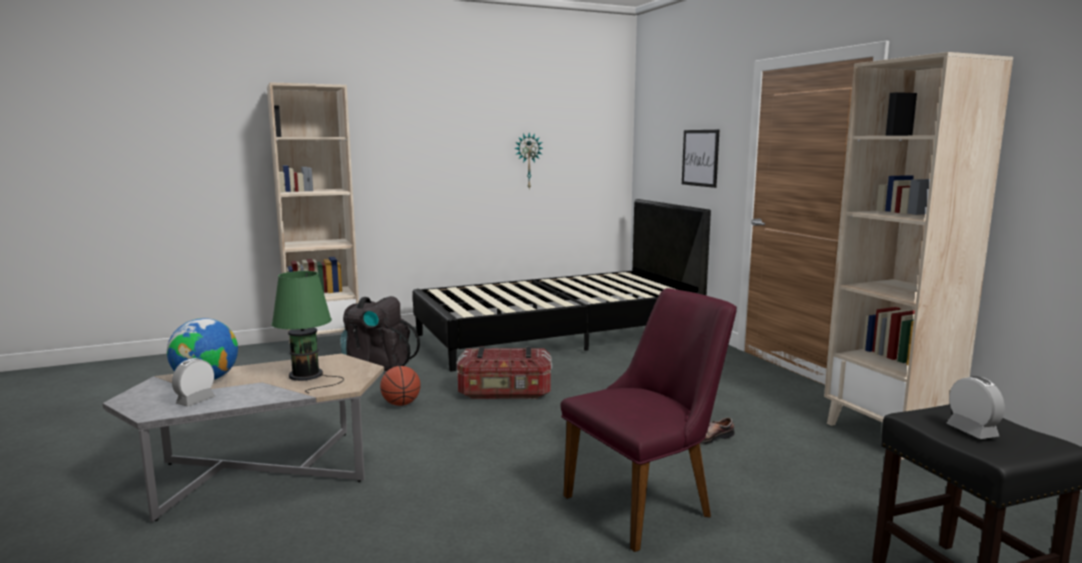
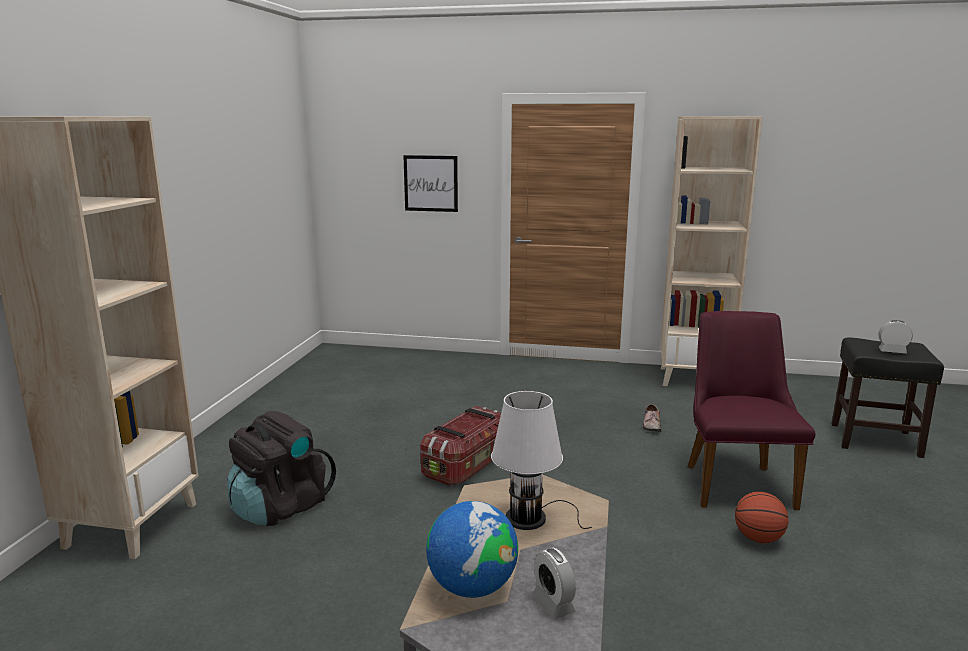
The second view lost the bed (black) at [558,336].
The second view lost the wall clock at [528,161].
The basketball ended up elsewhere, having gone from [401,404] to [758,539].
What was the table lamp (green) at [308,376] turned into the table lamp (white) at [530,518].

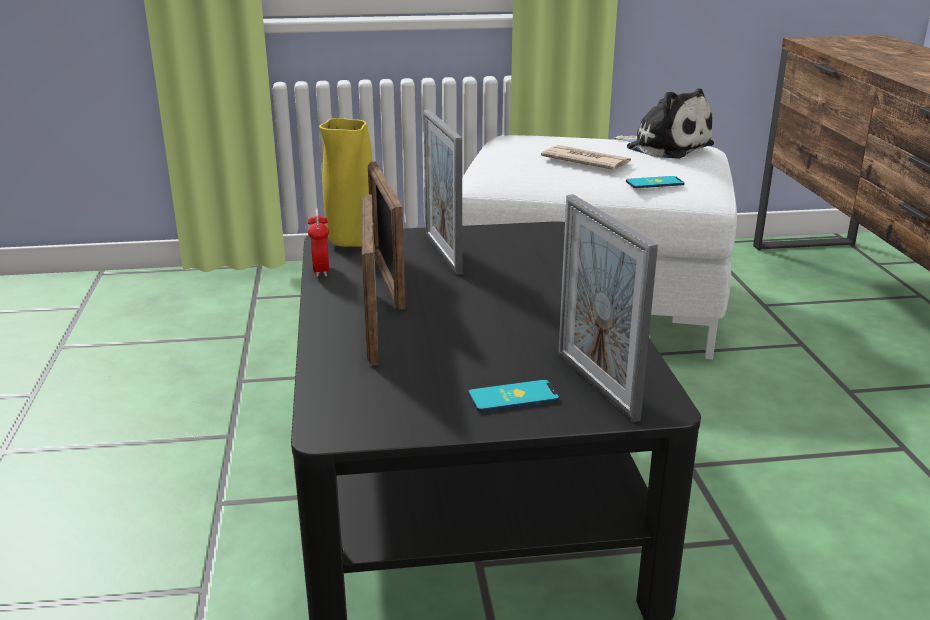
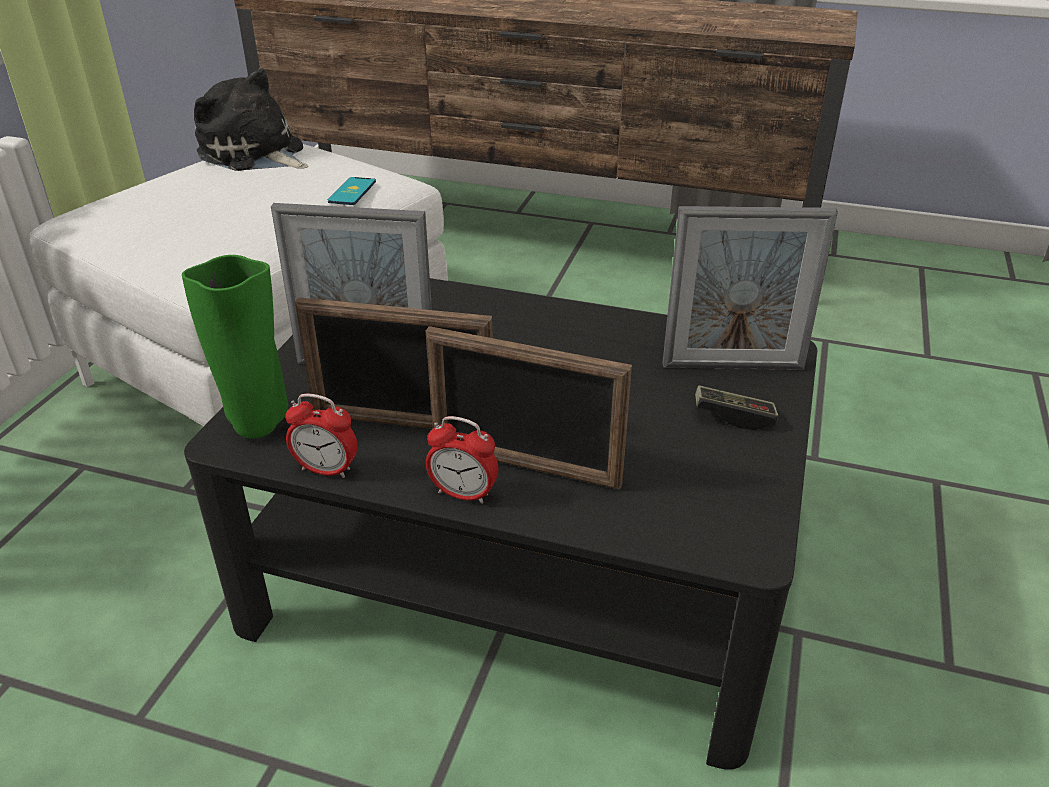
The second view lost the newspaper at [585,161].
The second view gained the alarm clock at [463,494].
Where the phone stood at [513,397], the game controller came to stand at [734,417].
What was the vase (yellow) at [350,242] turned into the vase (green) at [257,425].
The plush toy at [665,147] ended up facing another way, 120 degrees counterclockwise from before.

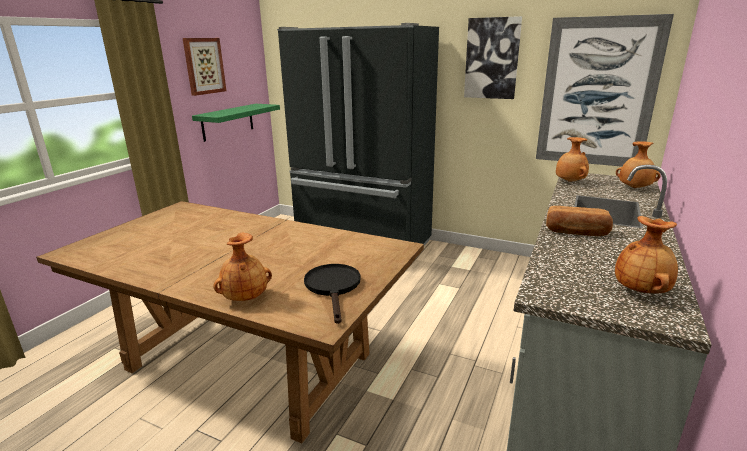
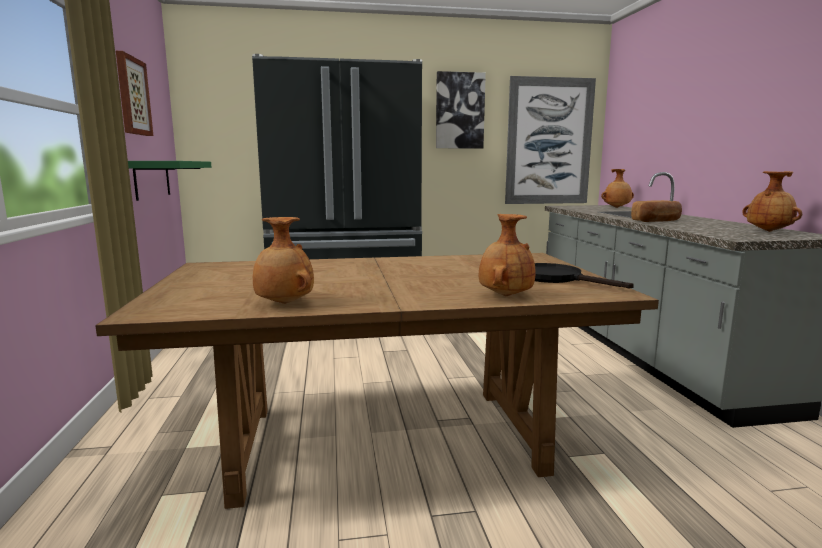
The vase (brown) ended up elsewhere, having gone from [569,181] to [284,303].

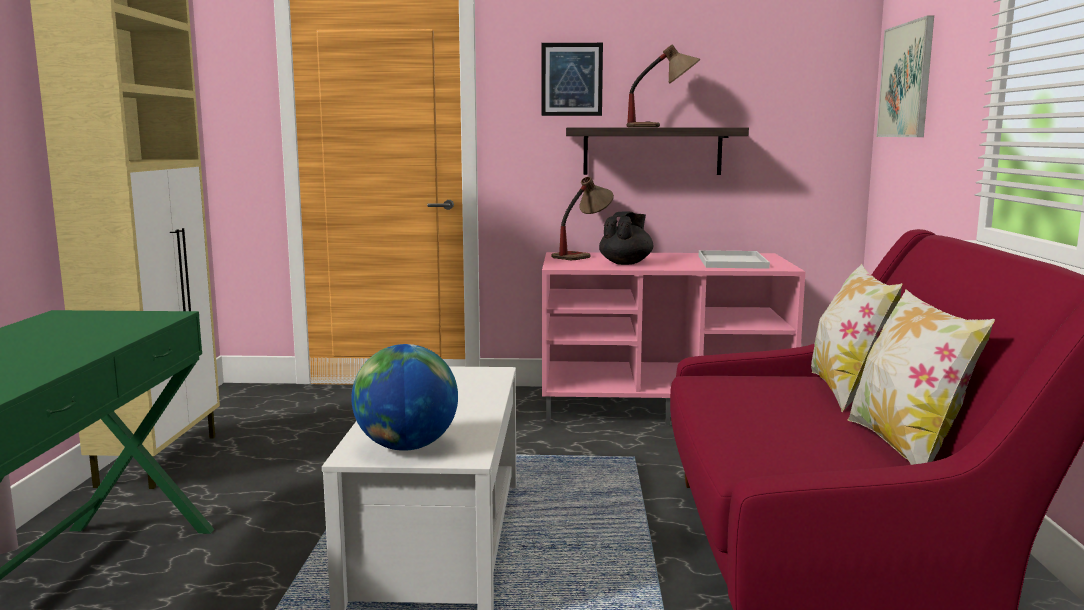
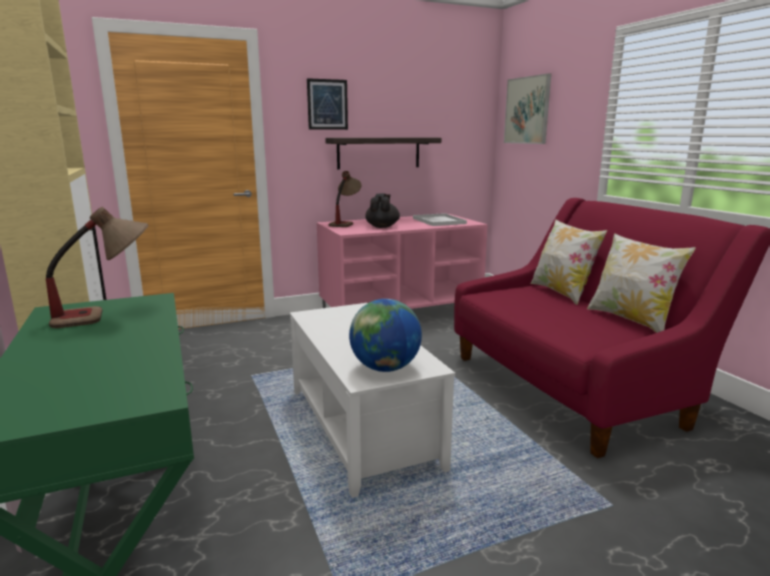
The table lamp ended up elsewhere, having gone from [662,127] to [107,316].

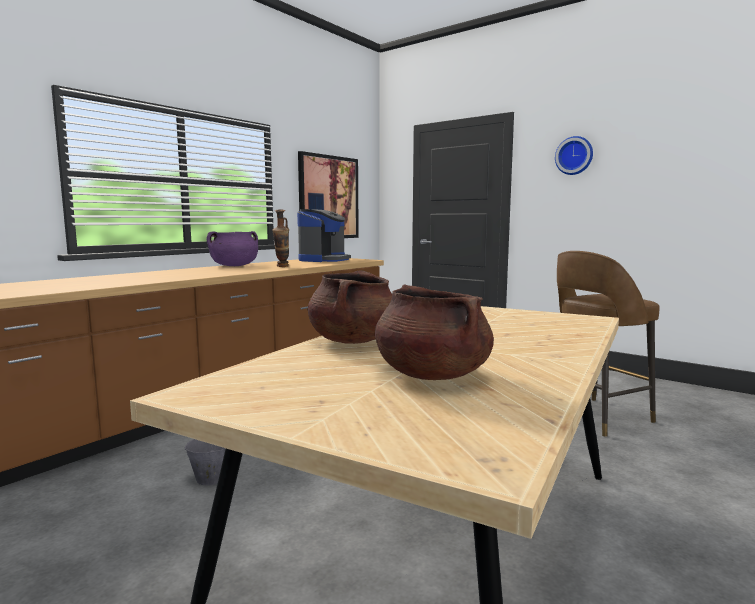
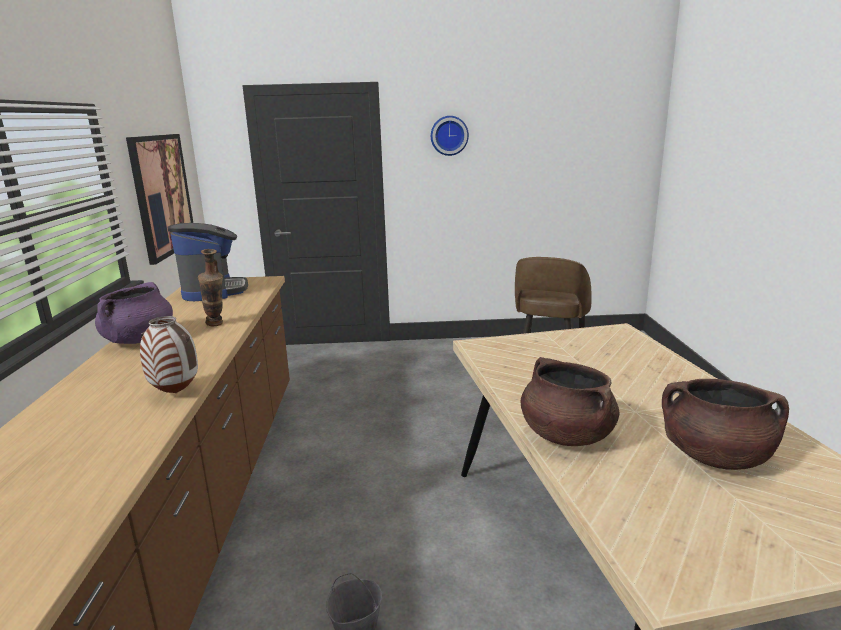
The second view gained the vase at [177,392].

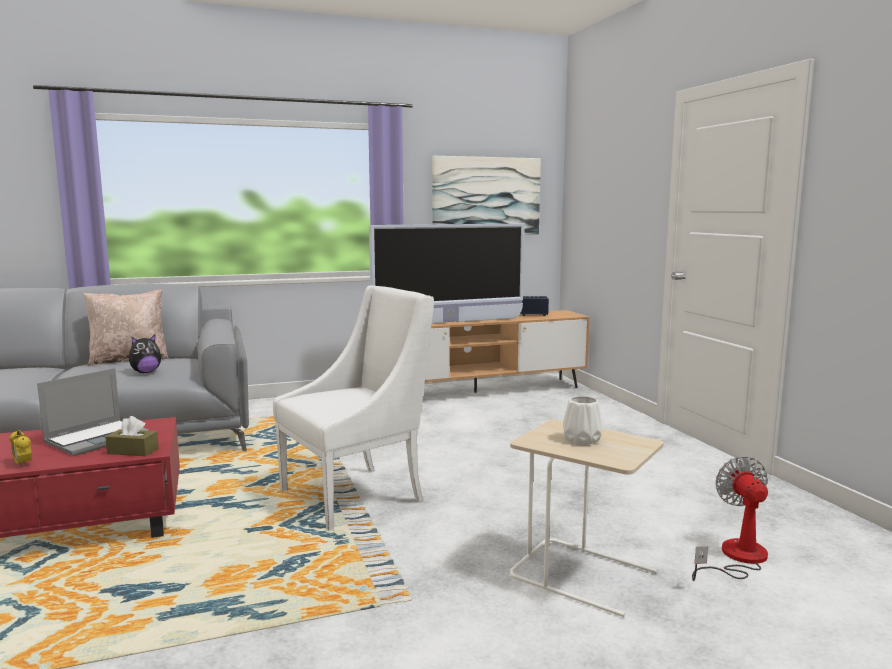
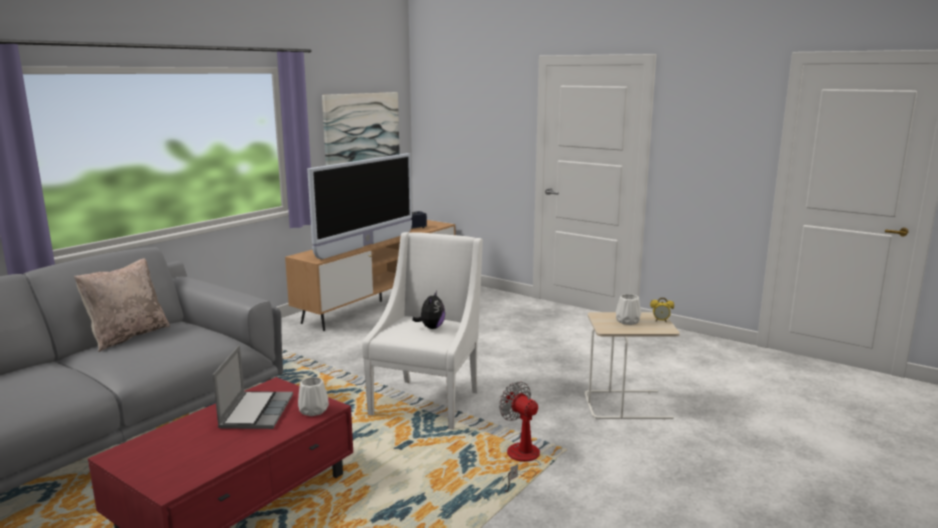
The alarm clock ended up elsewhere, having gone from [23,464] to [660,321].
The plush toy ended up elsewhere, having gone from [145,372] to [431,327].
The fan ended up elsewhere, having gone from [736,558] to [521,460].
Where the tissue box (brown) stood at [133,451], the vase (white) came to stand at [313,411].

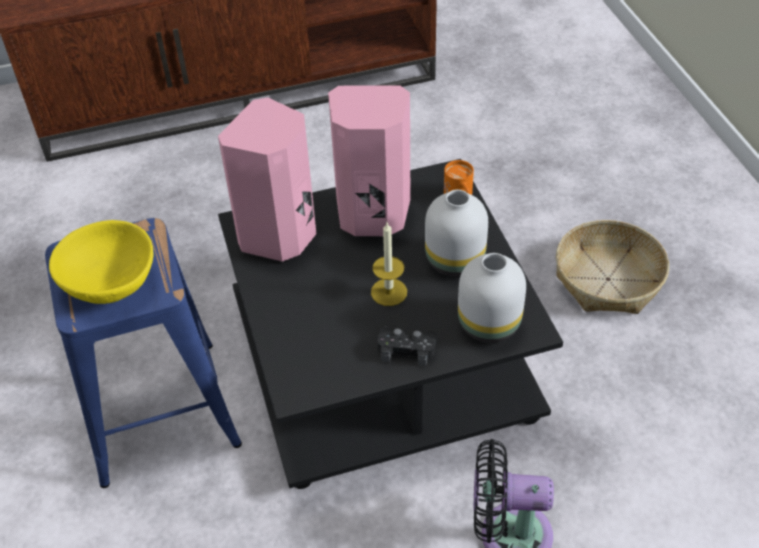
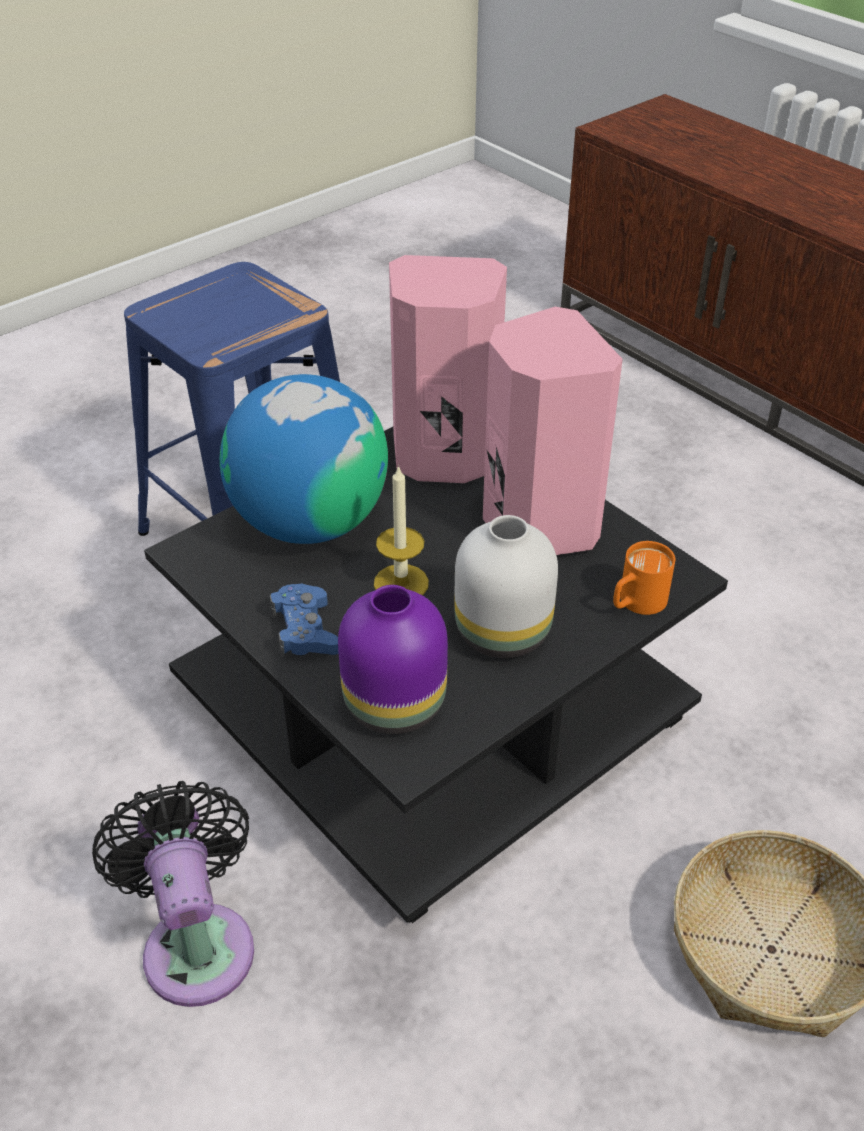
The second view lost the bowl (yellow) at [111,283].
The second view gained the globe at [310,522].
What was the game controller (black) at [406,349] turned into the game controller (blue) at [305,630].
What was the vase (white) at [487,325] turned into the vase (purple) at [392,704].

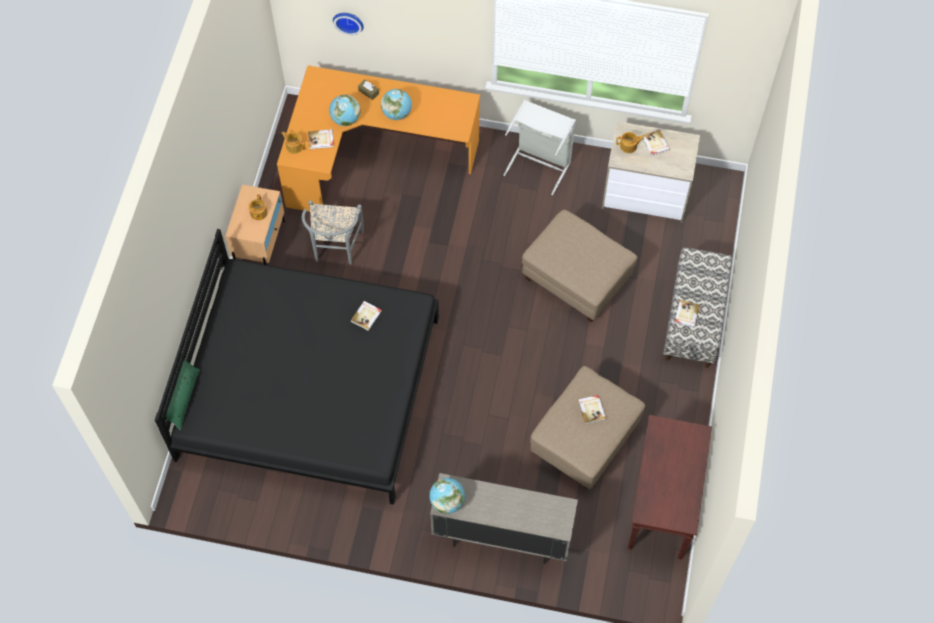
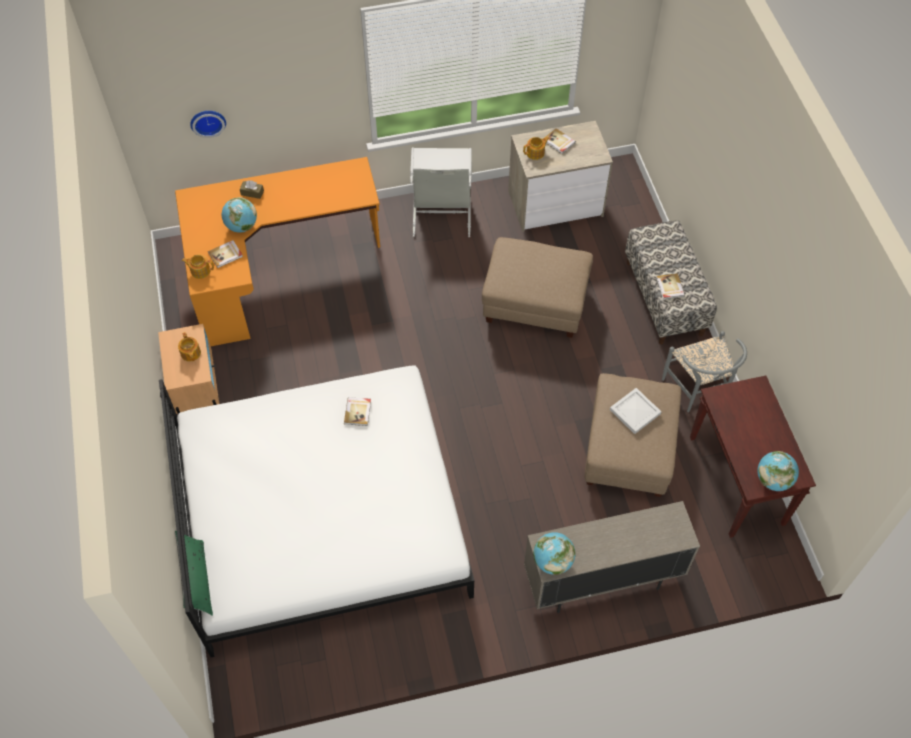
The chair (grey) ended up elsewhere, having gone from [335,249] to [698,392].
The globe ended up elsewhere, having gone from [397,113] to [773,480].
Where the book stood at [592,409], the tray (white) came to stand at [635,411].
What was the bed (black) at [309,386] turned into the bed (white) at [321,515].

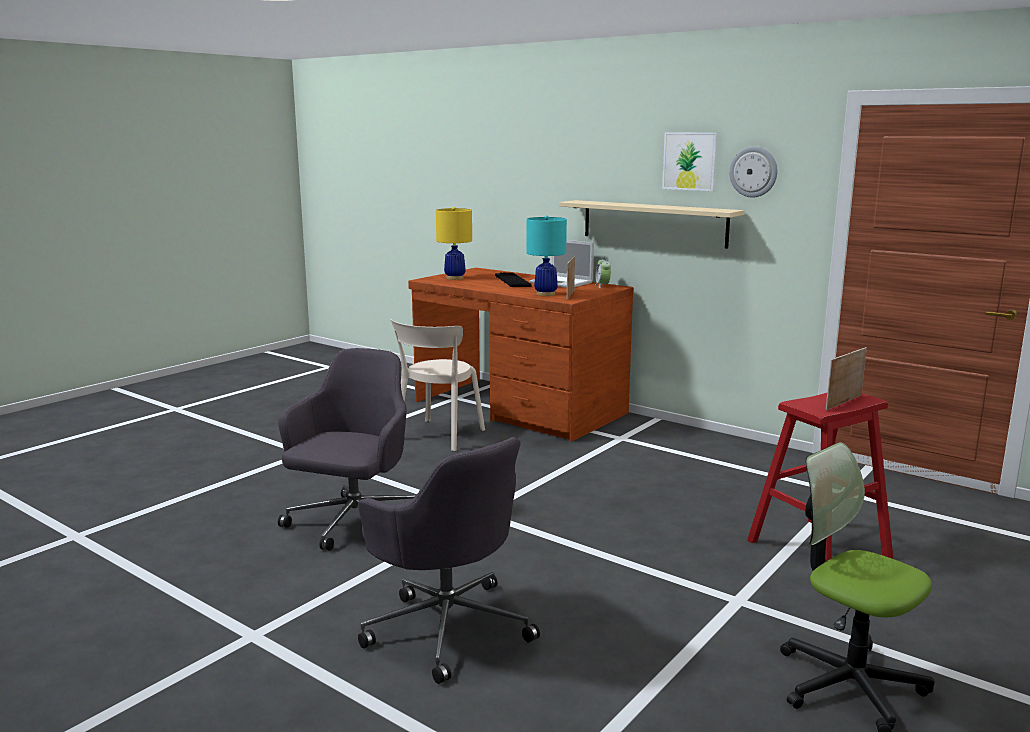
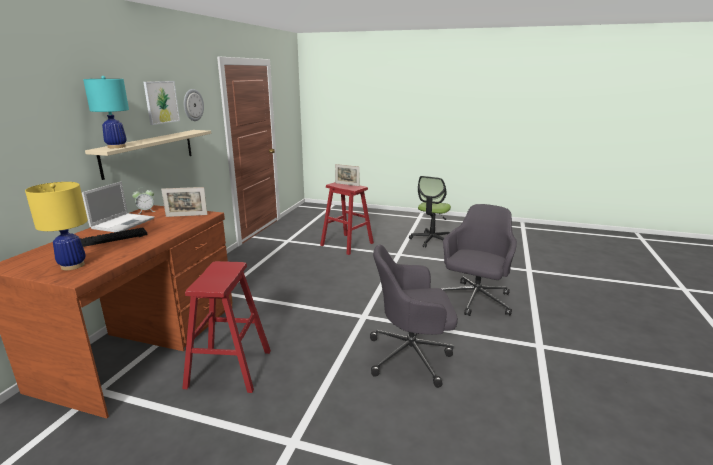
The table lamp (turquoise) ended up elsewhere, having gone from [545,294] to [116,147].
Where the chair (beige) stood at [437,436], the stool (red) came to stand at [229,369].

